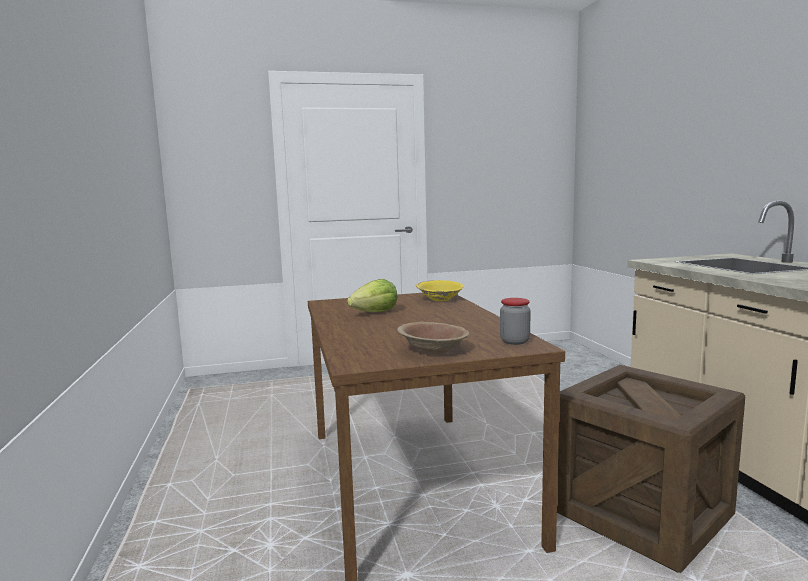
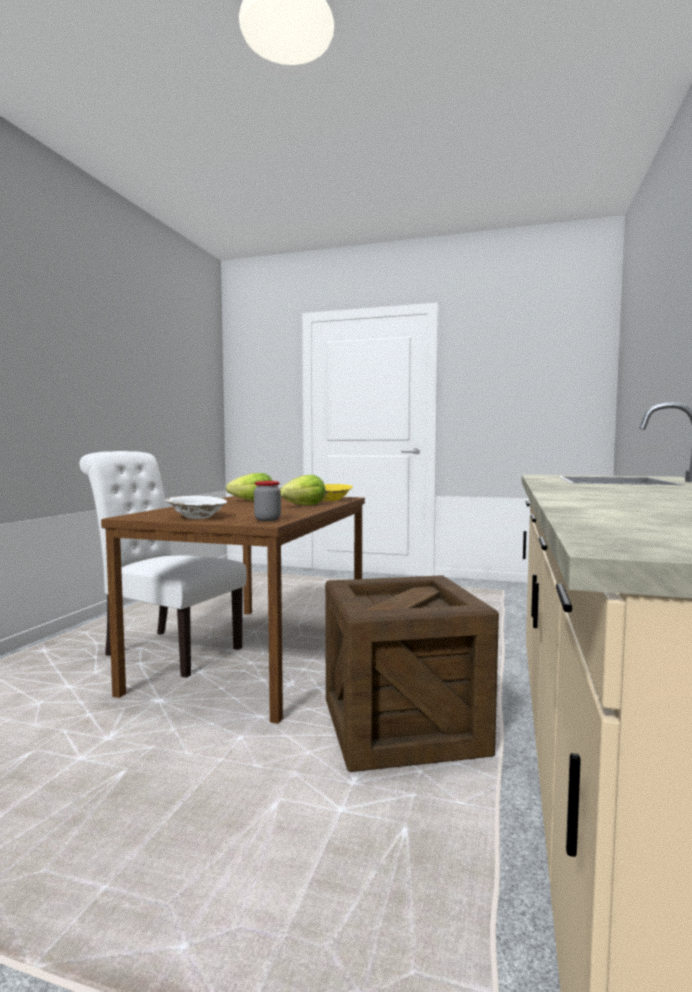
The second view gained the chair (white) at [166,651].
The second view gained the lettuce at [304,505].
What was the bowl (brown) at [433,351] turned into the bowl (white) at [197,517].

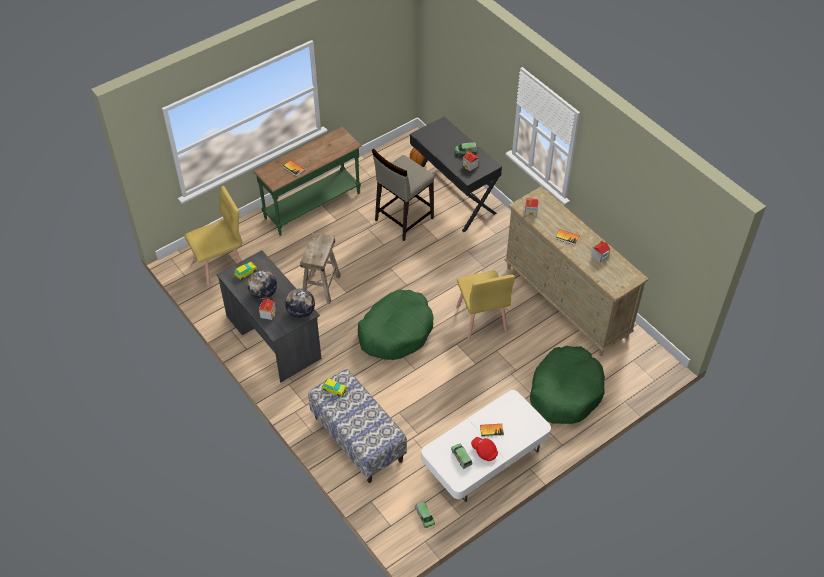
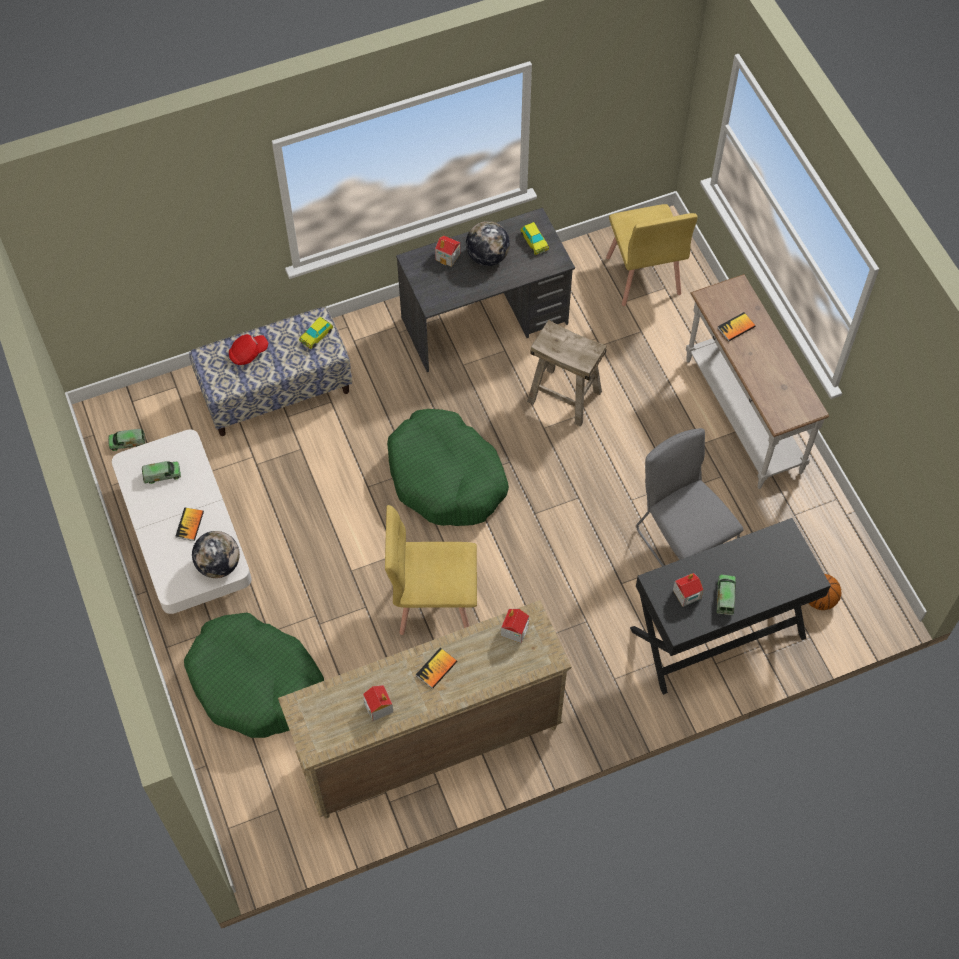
The globe ended up elsewhere, having gone from [301,312] to [219,565].
The cap (red) ended up elsewhere, having gone from [484,451] to [248,353].
Where the stool (beige) stood at [403,219], the chair (grey) came to stand at [682,541].
What was the console table (green) at [313,206] turned into the console table (white) at [741,416].

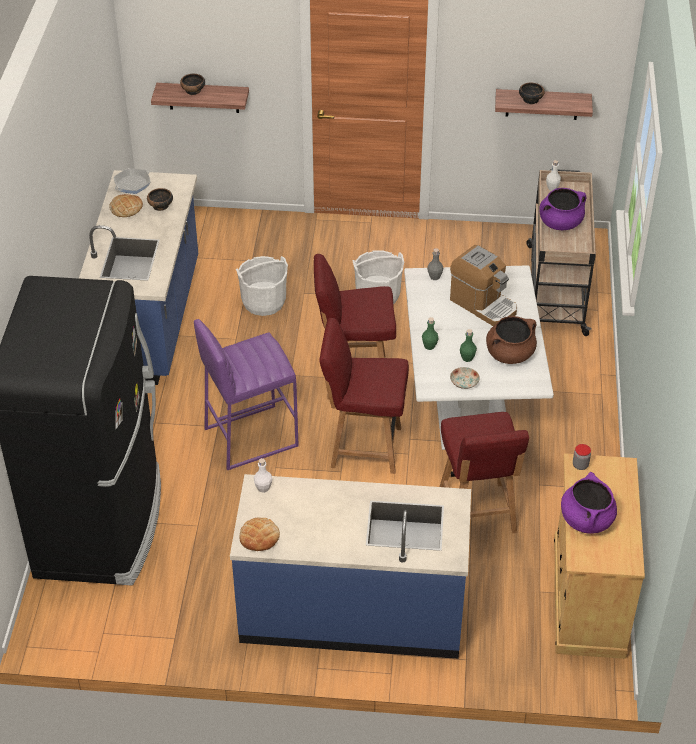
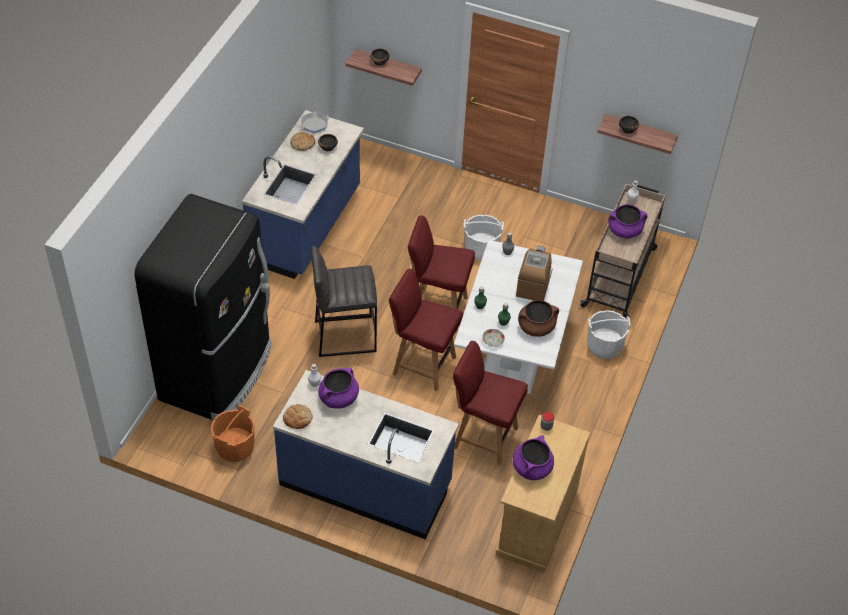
The second view gained the bucket (orange) at [235,447].
The second view gained the cooking pot (purple) at [338,398].
The bucket (white) ended up elsewhere, having gone from [263,302] to [604,346].
What was the stool (purple) at [250,437] turned into the stool (grey) at [344,335].
The chair (red) at [477,513] ended up facing another way, 105 degrees clockwise from before.
The coffee machine at [483,304] ended up facing another way, 135 degrees counterclockwise from before.

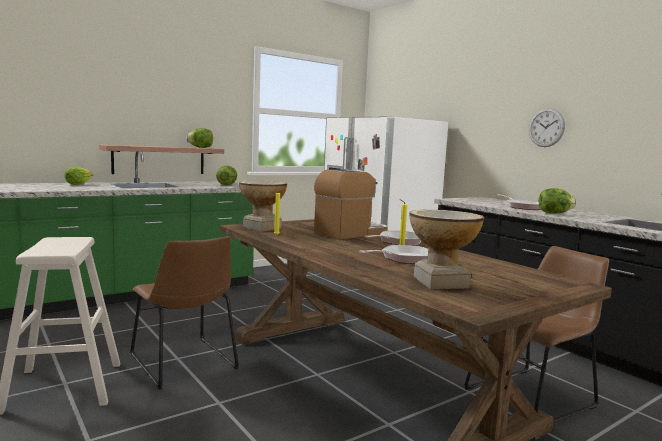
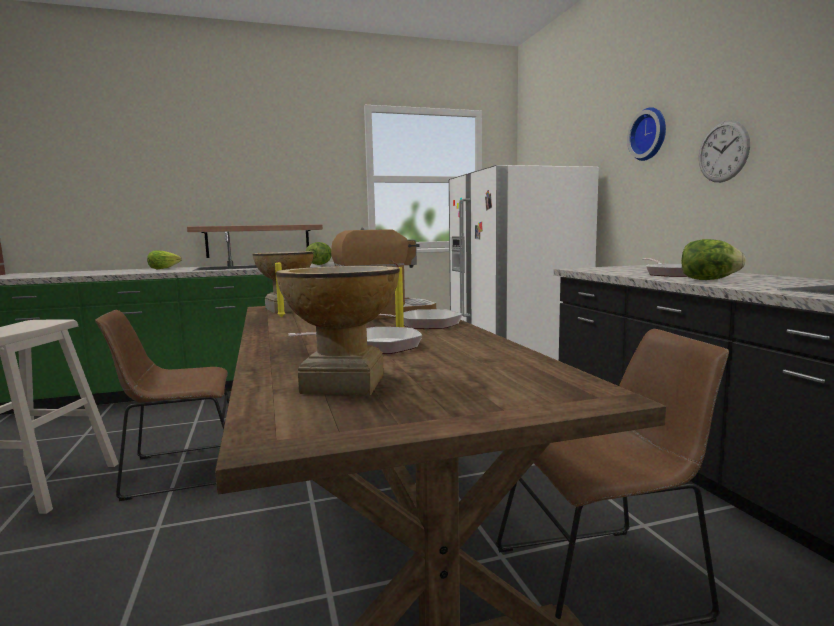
The second view lost the lettuce at [200,147].
The second view gained the wall clock at [650,134].
The chair (brown) at [185,363] ended up facing another way, 90 degrees clockwise from before.

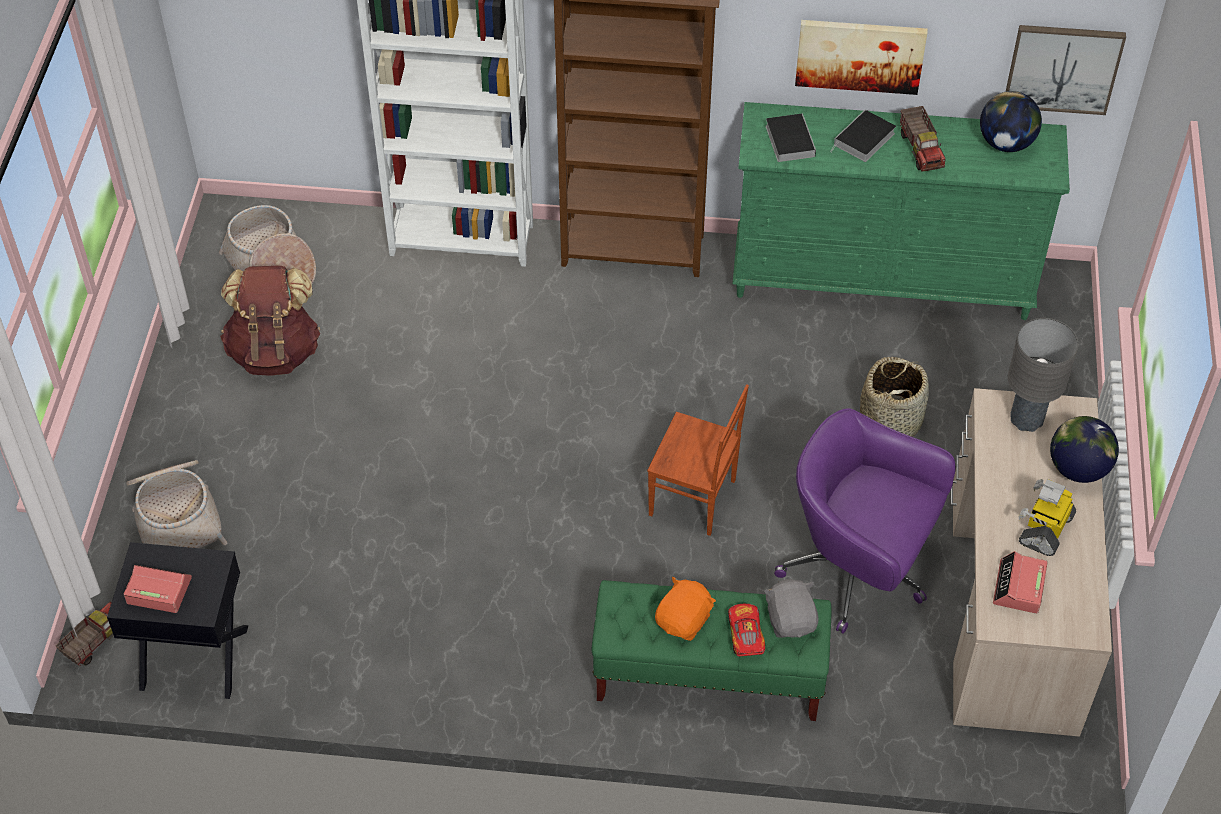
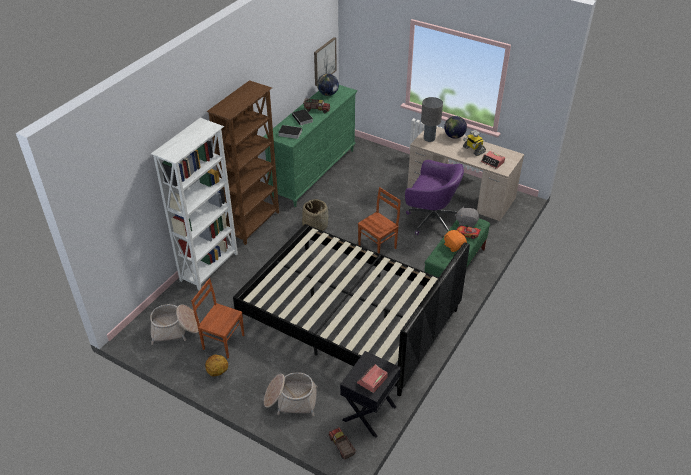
The second view lost the picture at [860,55].
The second view gained the basketball at [217,372].
The second view gained the bed (black) at [348,315].
The basket ended up elsewhere, having gone from [891,420] to [315,225].
Where the backpack (brown) stood at [275,351], the chair (brown) came to stand at [223,341].
The office chair (purple) at [857,571] ended up facing another way, 120 degrees counterclockwise from before.

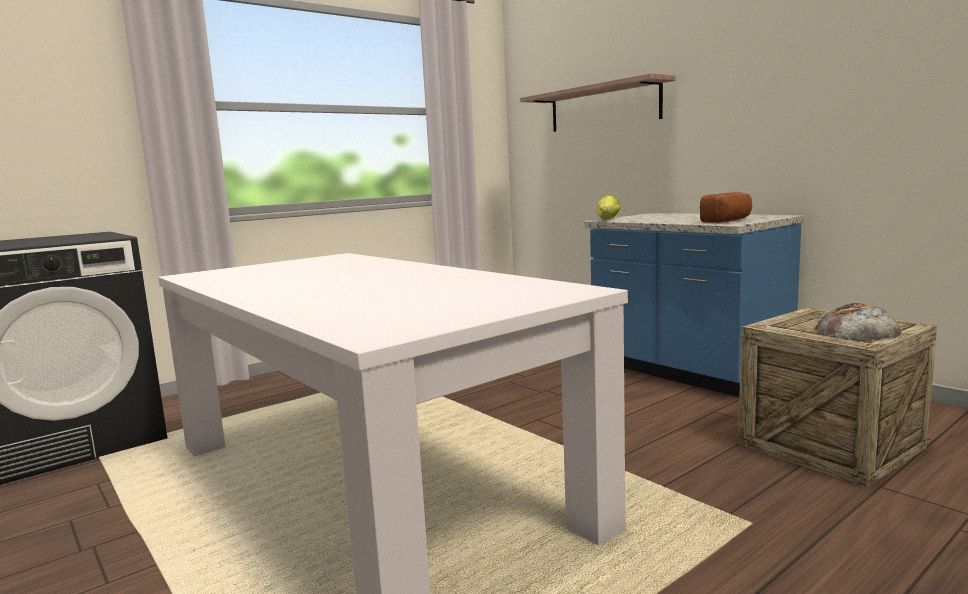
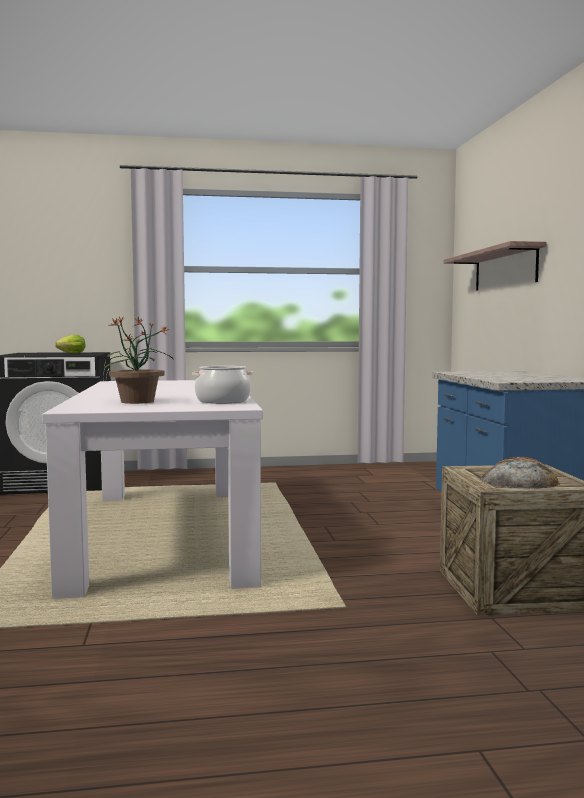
The second view lost the bread at [729,220].
The second view gained the potted plant at [138,402].
The second view gained the cooking pot at [223,401].
The lettuce ended up elsewhere, having gone from [607,220] to [70,353].

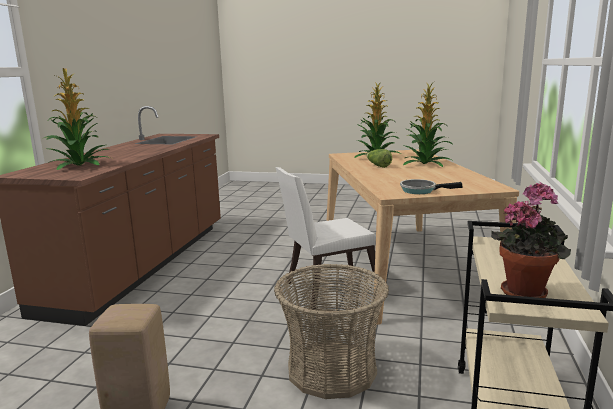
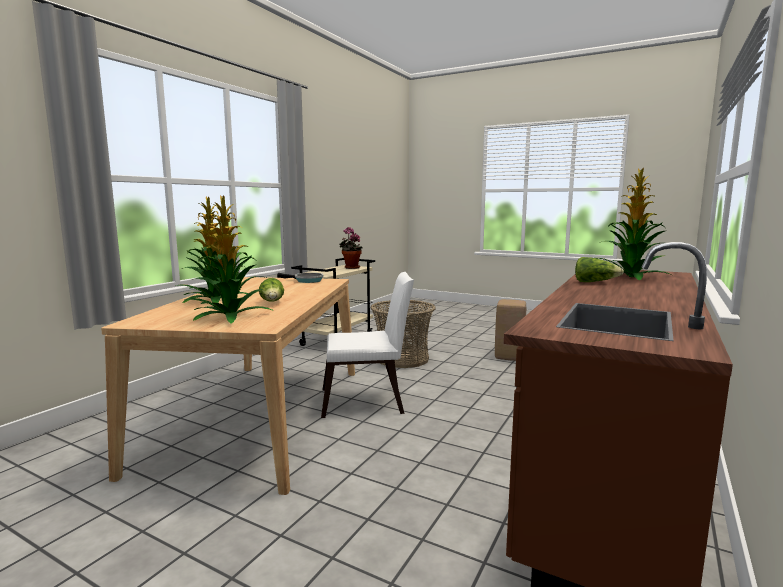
The second view gained the lettuce at [595,282].

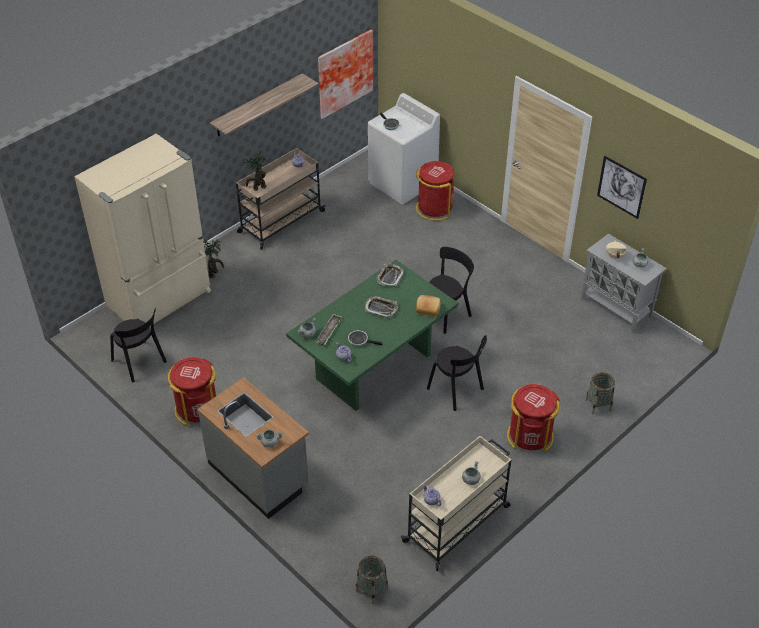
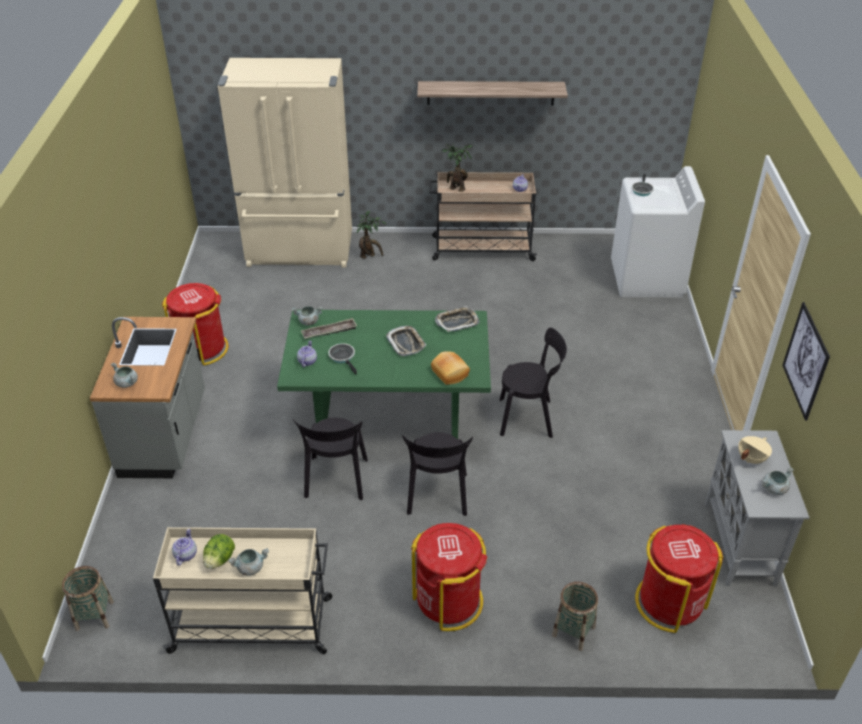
The second view lost the picture at [343,72].
The second view gained the lettuce at [220,559].
The chair (black) ended up elsewhere, having gone from [140,363] to [336,481].
The trash can (red) ended up elsewhere, having gone from [434,208] to [669,602].

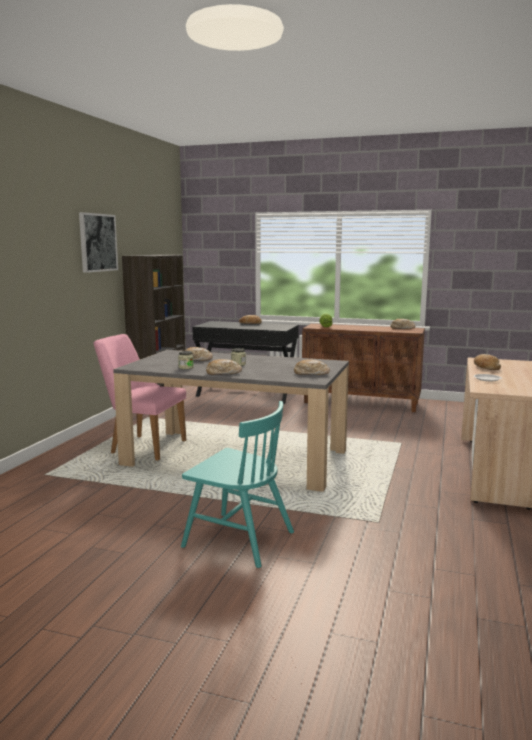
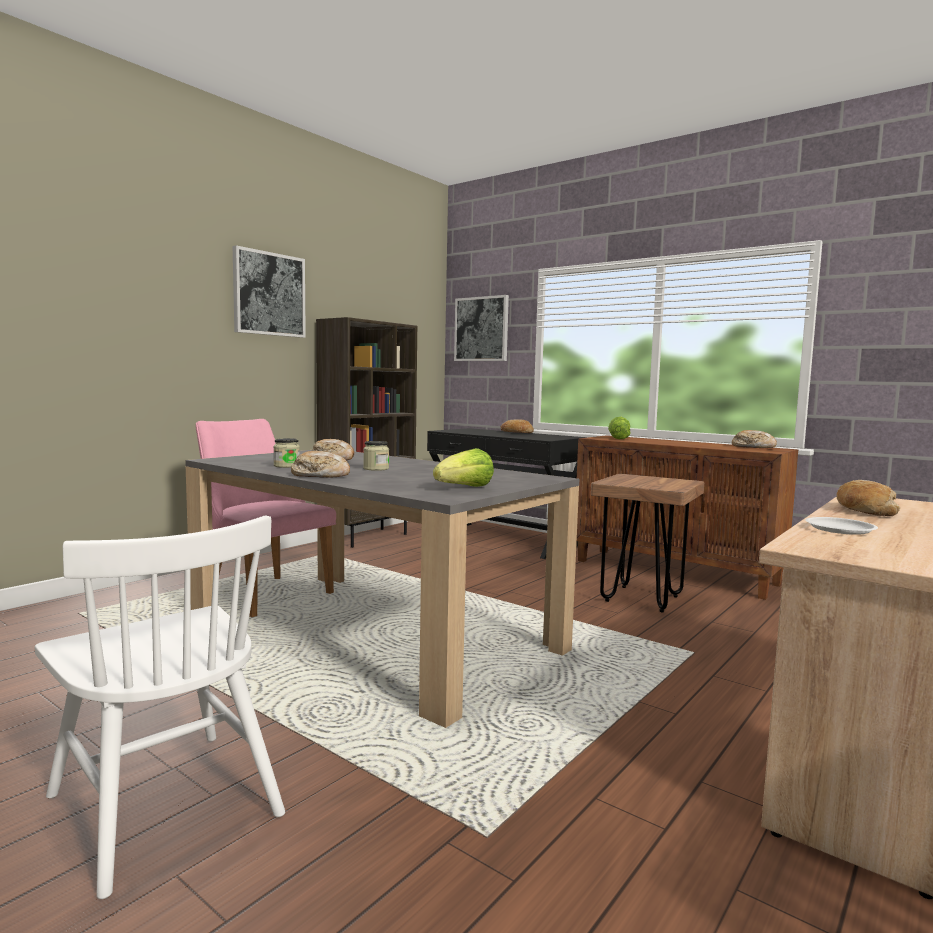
The second view gained the picture at [481,329].
The second view gained the stool (brown) at [642,599].
Where the bread stood at [311,373], the lettuce came to stand at [465,488].
What was the chair (turquoise) at [238,539] turned into the chair (white) at [164,804].

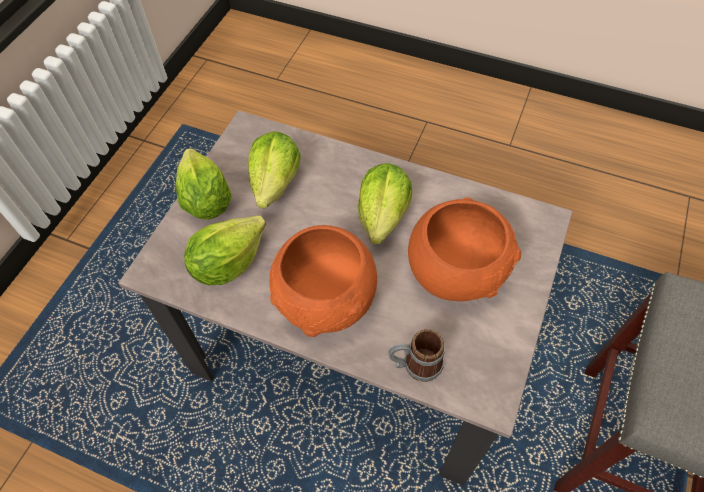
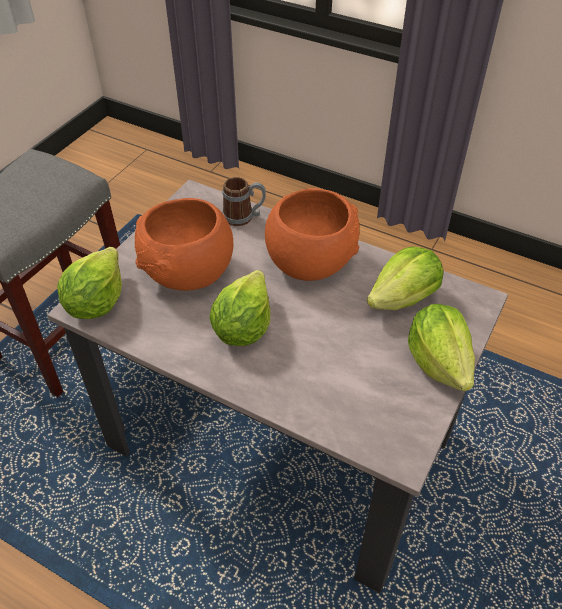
The lettuce ended up elsewhere, having gone from [276,183] to [96,302].

